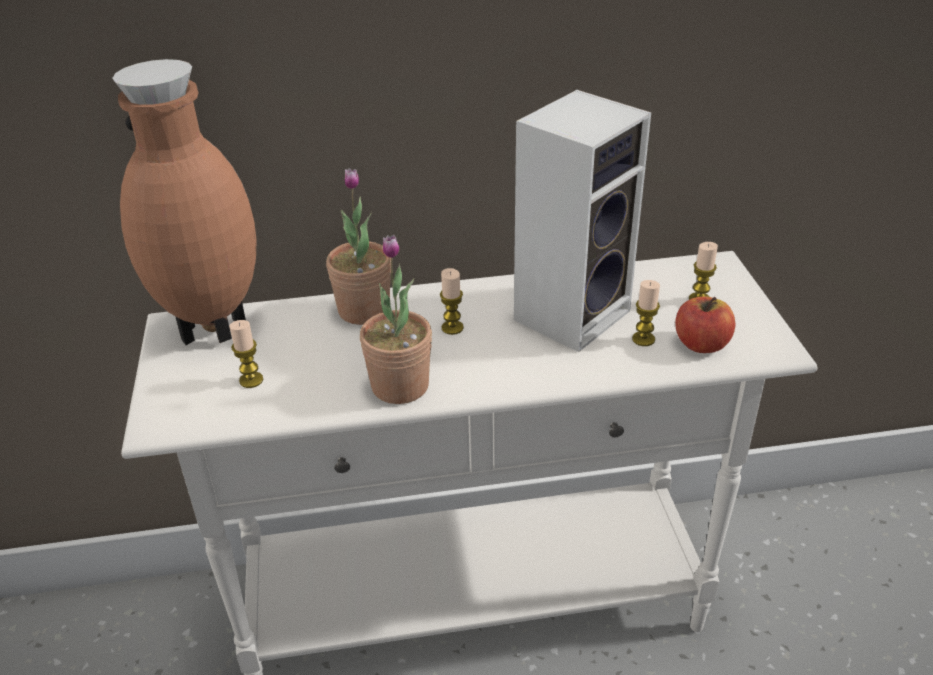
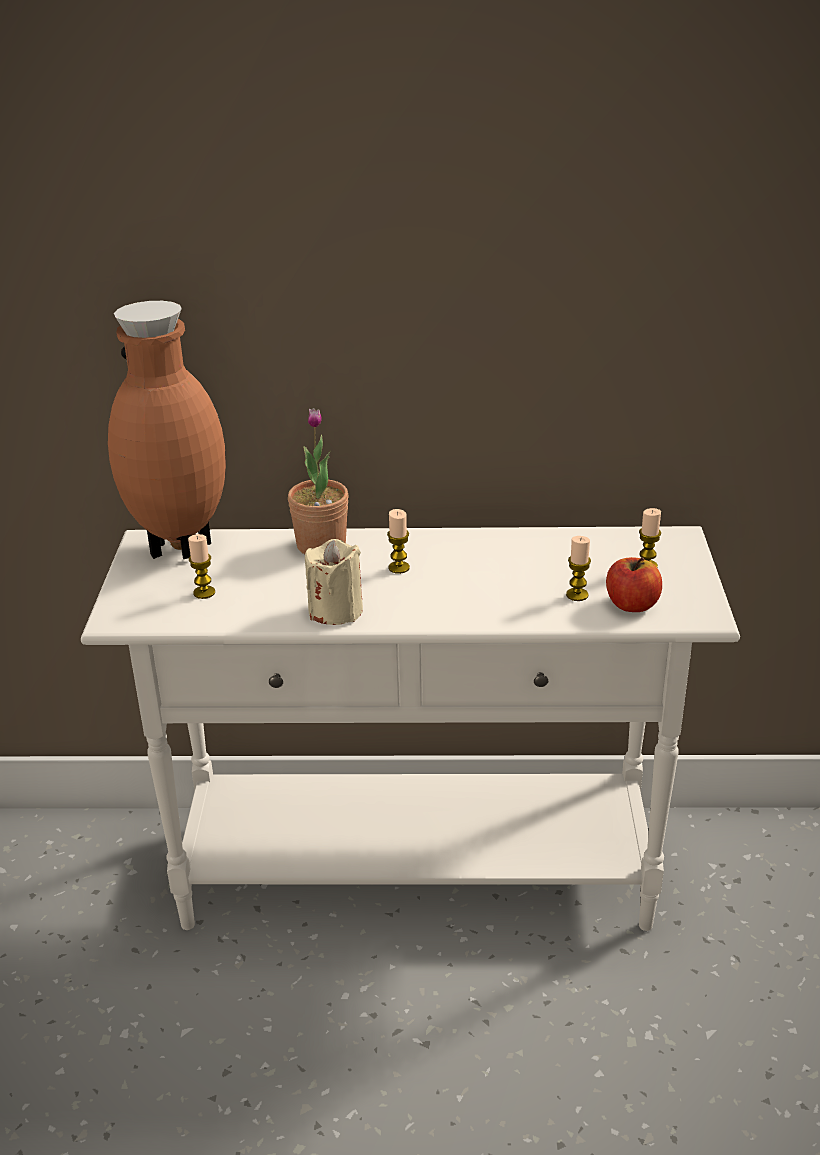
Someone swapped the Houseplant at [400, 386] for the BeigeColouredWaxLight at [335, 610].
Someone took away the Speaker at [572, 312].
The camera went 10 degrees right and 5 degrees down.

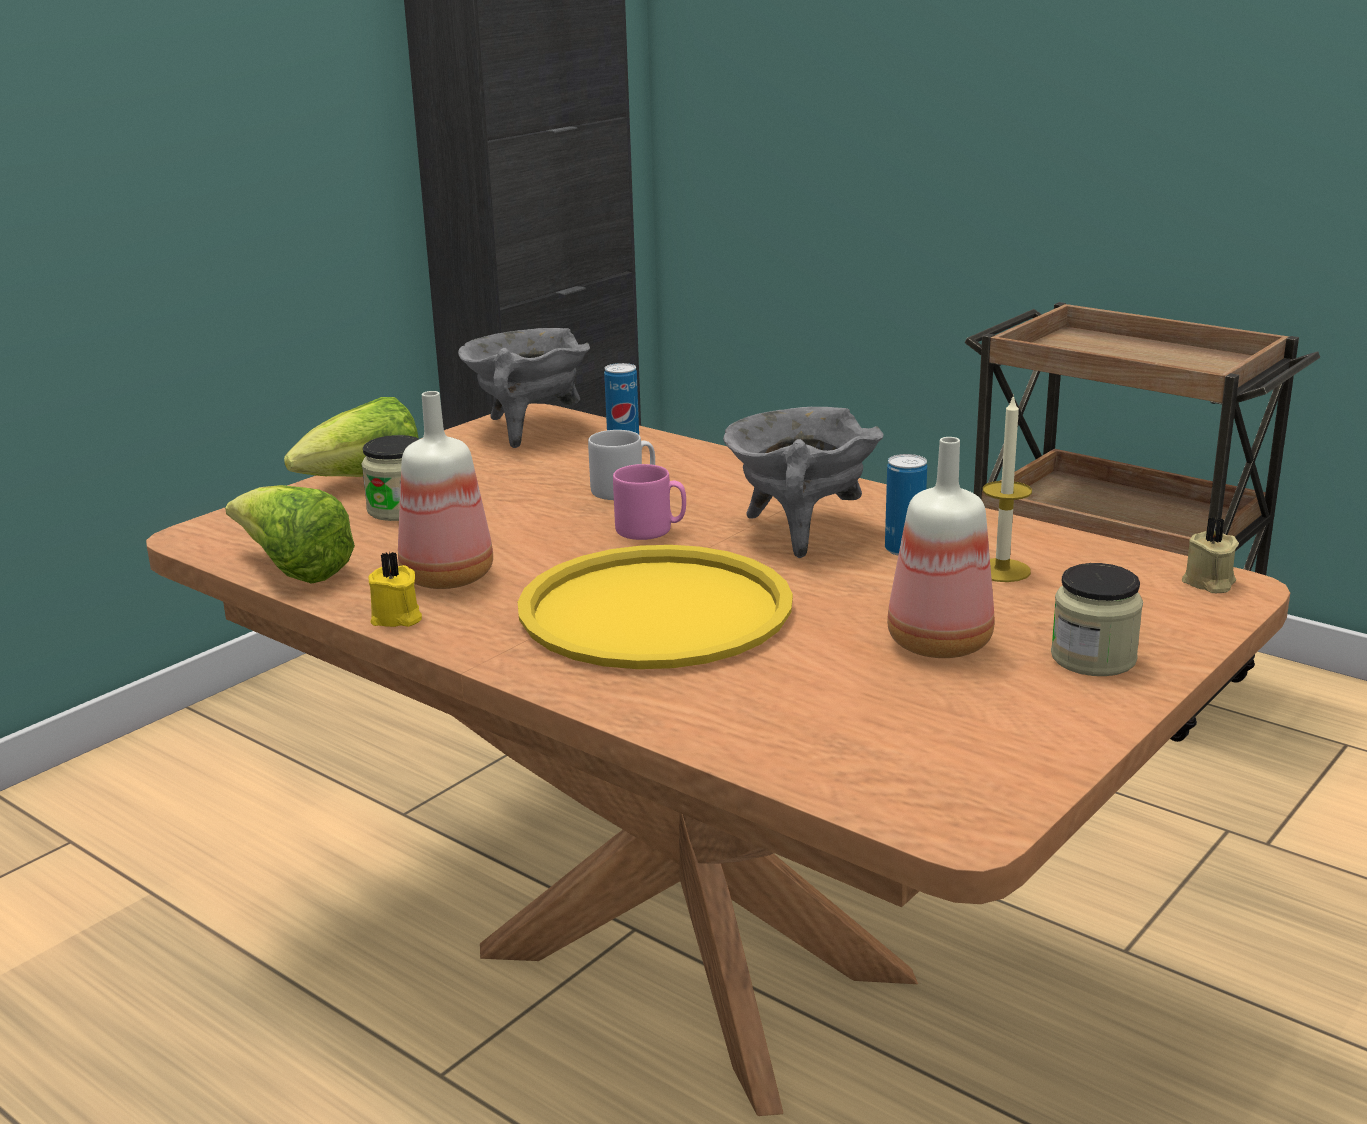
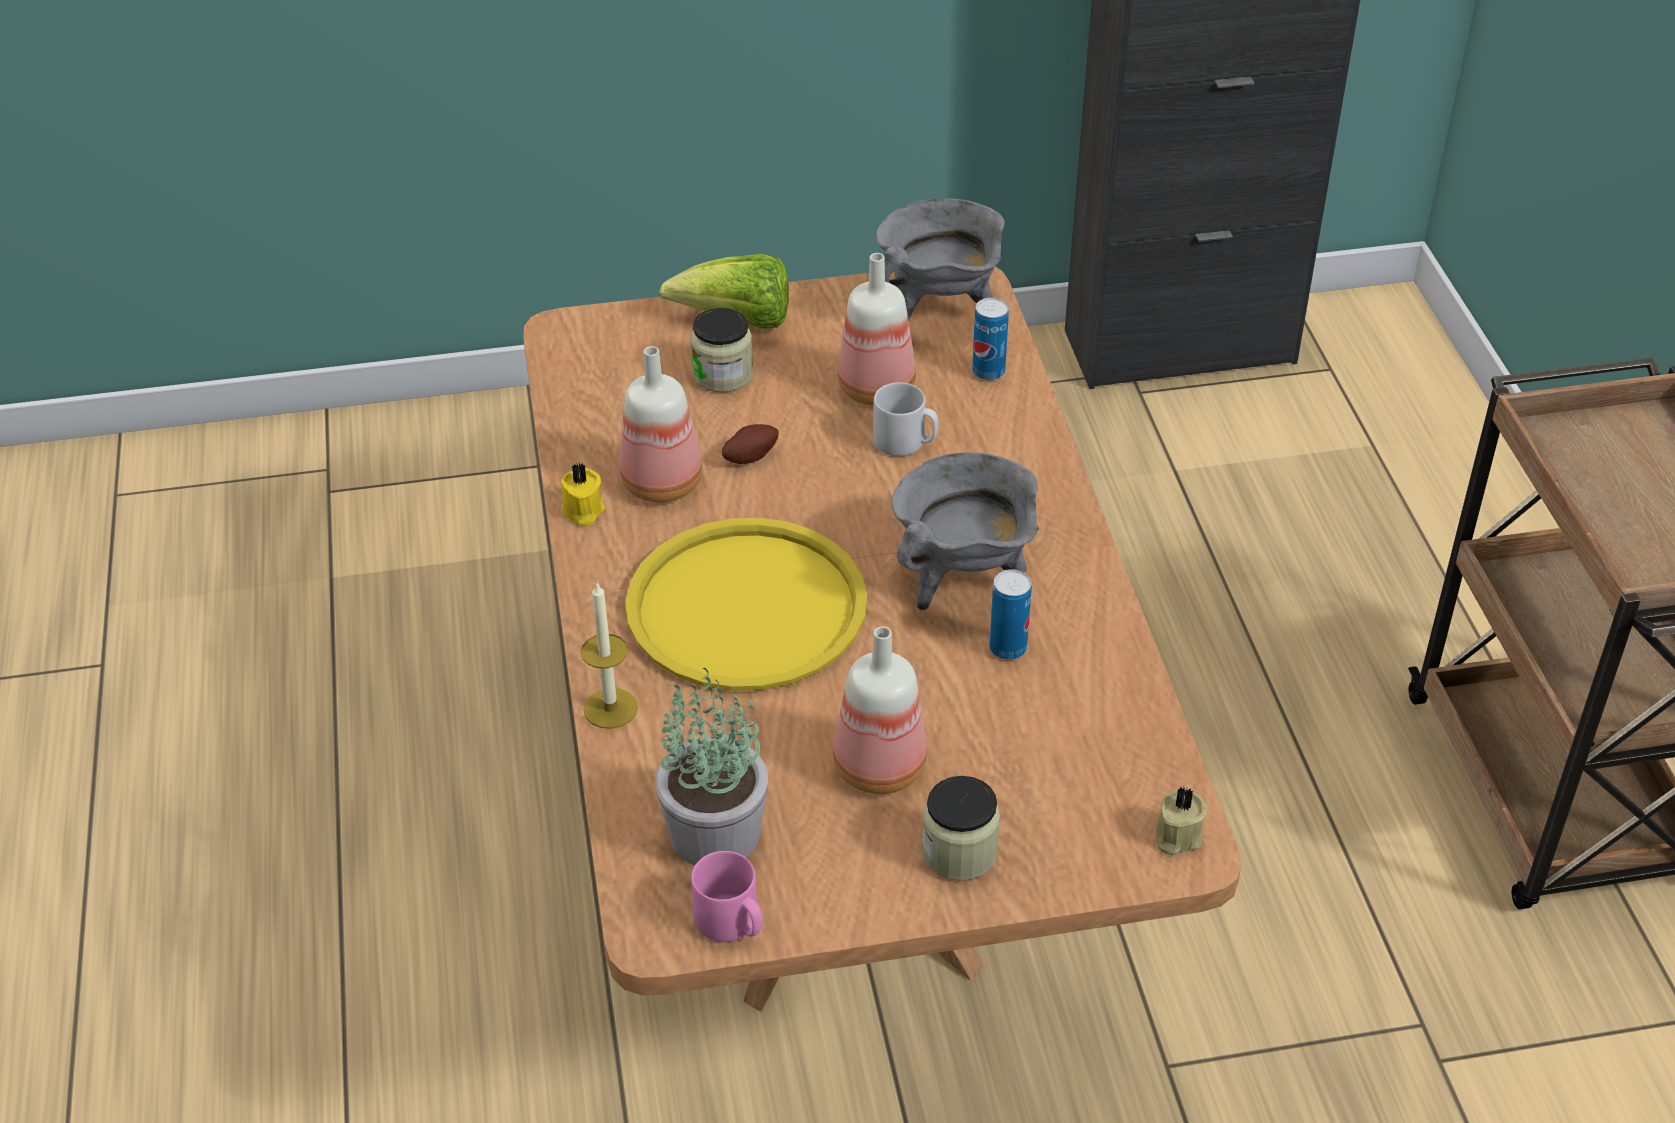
Someone carried the WaxLight from [1002, 570] to [610, 708].
Someone put down the Houseplant at [713, 832].
Someone carried the PinkColouredTeaMug from [651, 530] to [731, 923].
Someone put down the WholePotato at [750, 456].
Someone put down the DrinkBottle at [879, 388].
Someone took away the Lettuce at [293, 570].
The camera went 40 degrees right and 20 degrees up.

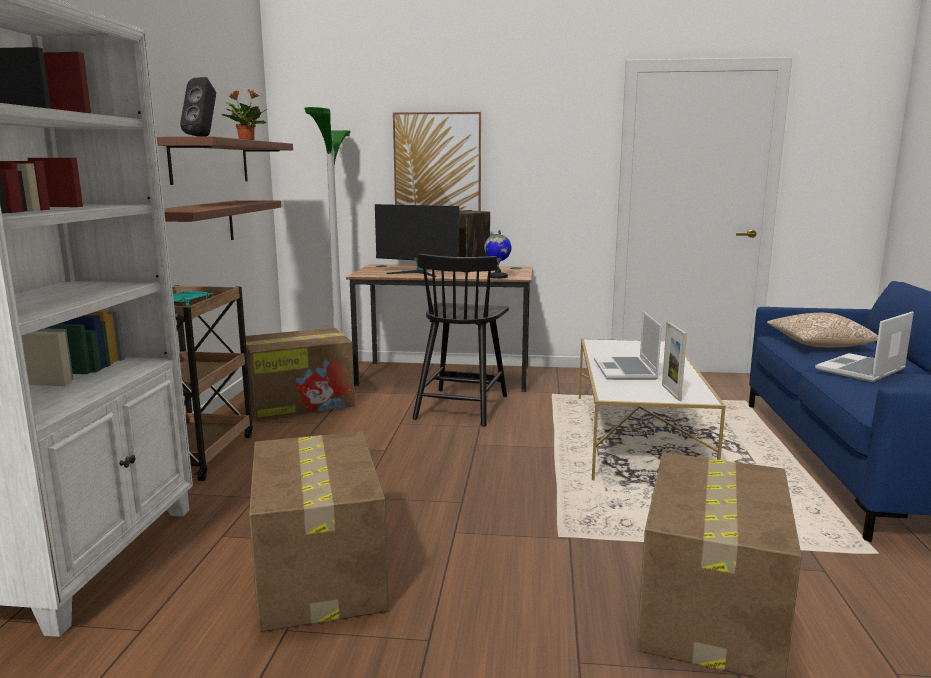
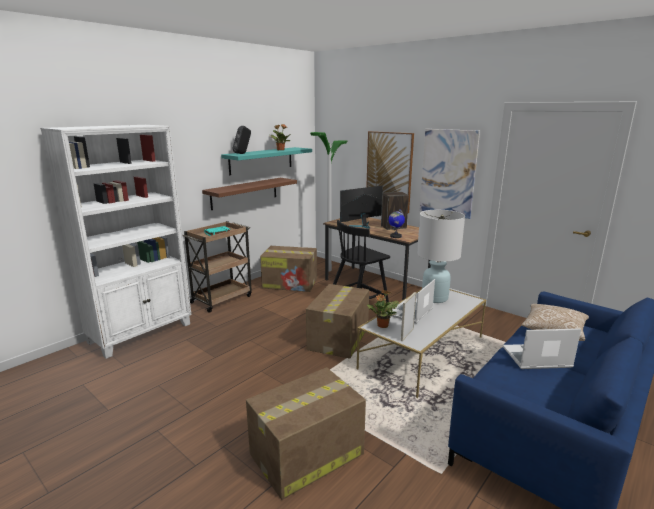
Someone repainted the BrownColouredBracketShelf at [210, 161], which became the TurquoiseBracketShelf at [261, 160].
Someone carried the CardboardBox from [320, 573] to [338, 339].
Someone rotated the Monitor at [418, 273] by 90 degrees clockwise.
Someone put down the Houseplant at [382, 325].
Someone put down the WhiteLampForATable at [434, 298].
Someone put up the WallPicture at [448, 173].
The camera went 35 degrees right and 5 degrees up.

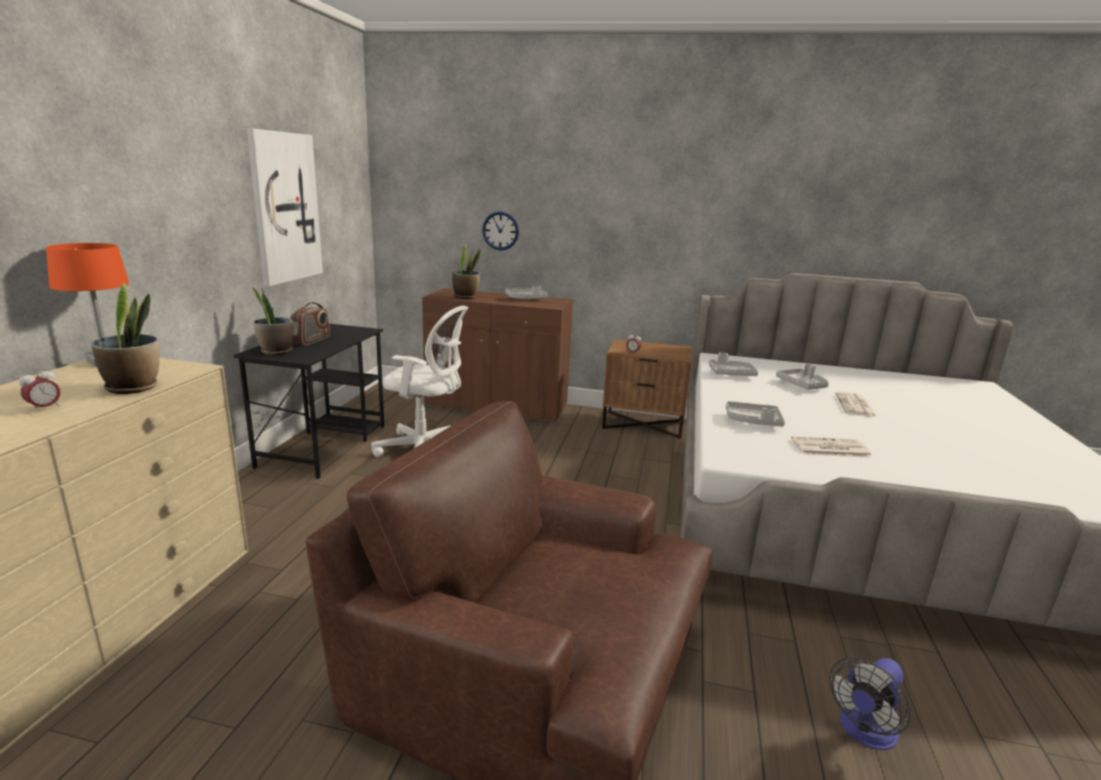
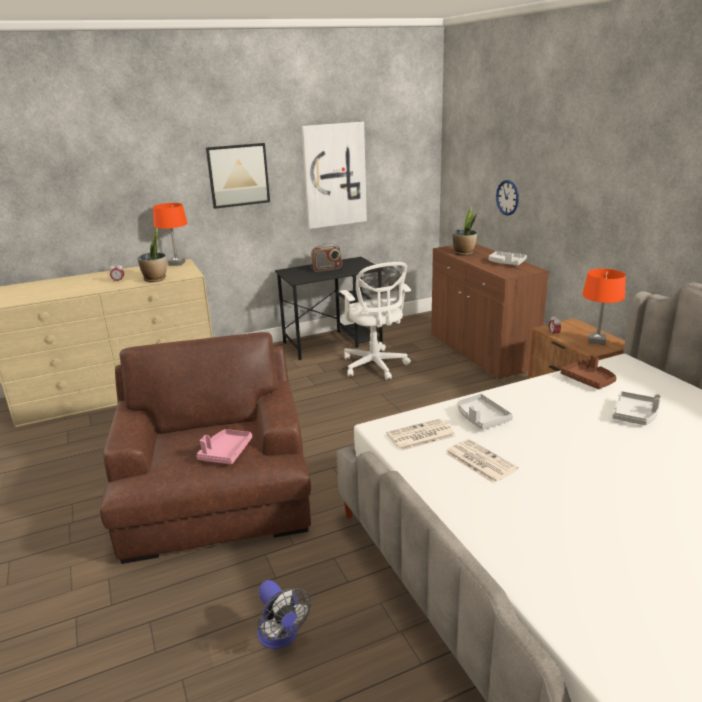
Someone put down the PinkColouredServingTray at [225, 452].
Someone put up the WallPicture at [238, 175].
Someone rotated the Fan at [864, 732] by 135 degrees counterclockwise.
Someone carried the Newspaper from [855, 406] to [420, 436].
Someone repainted the GrayServingTray at [731, 374], which became the BrownColouredServingTray at [588, 380].
Someone put down the OrangeLampForATable at [597, 341].
Someone took away the Houseplant at [276, 351].
The camera went 55 degrees right and 5 degrees up.

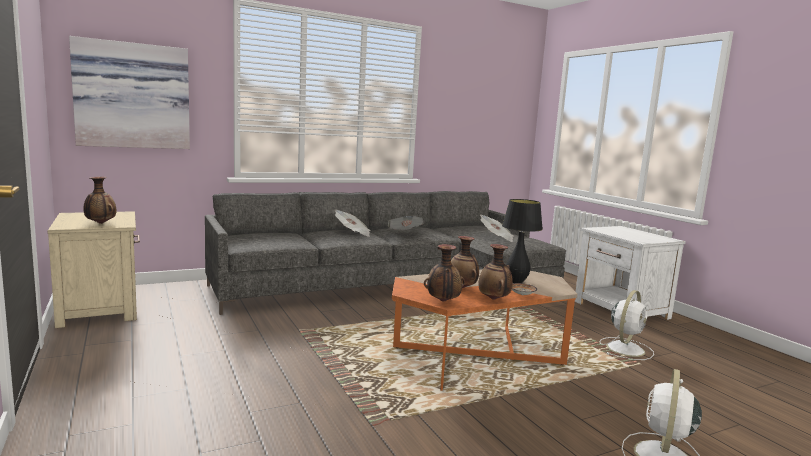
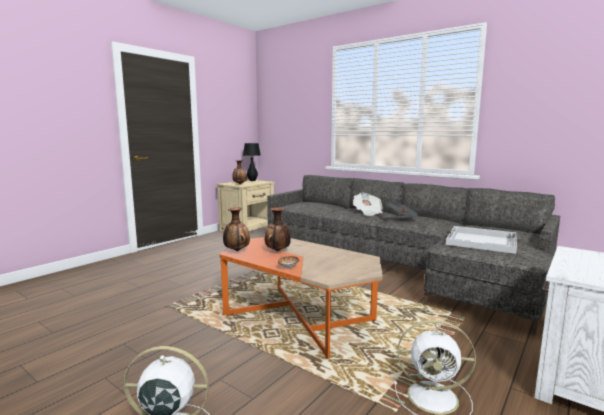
Someone carried the BlackishLampForATable from [516, 282] to [252, 180].
Someone swapped the Newspaper at [496, 238] for the WhiteServingTray at [482, 241].
Someone took away the WallPicture at [133, 96].
Someone took away the DecorativeVase at [494, 299].
The camera went 65 degrees right and 0 degrees up.

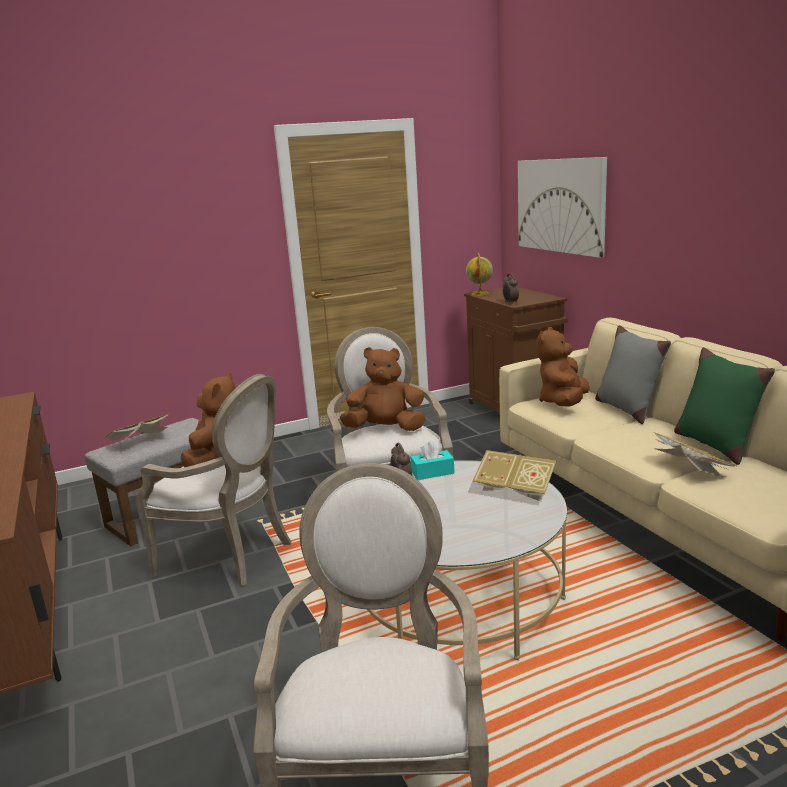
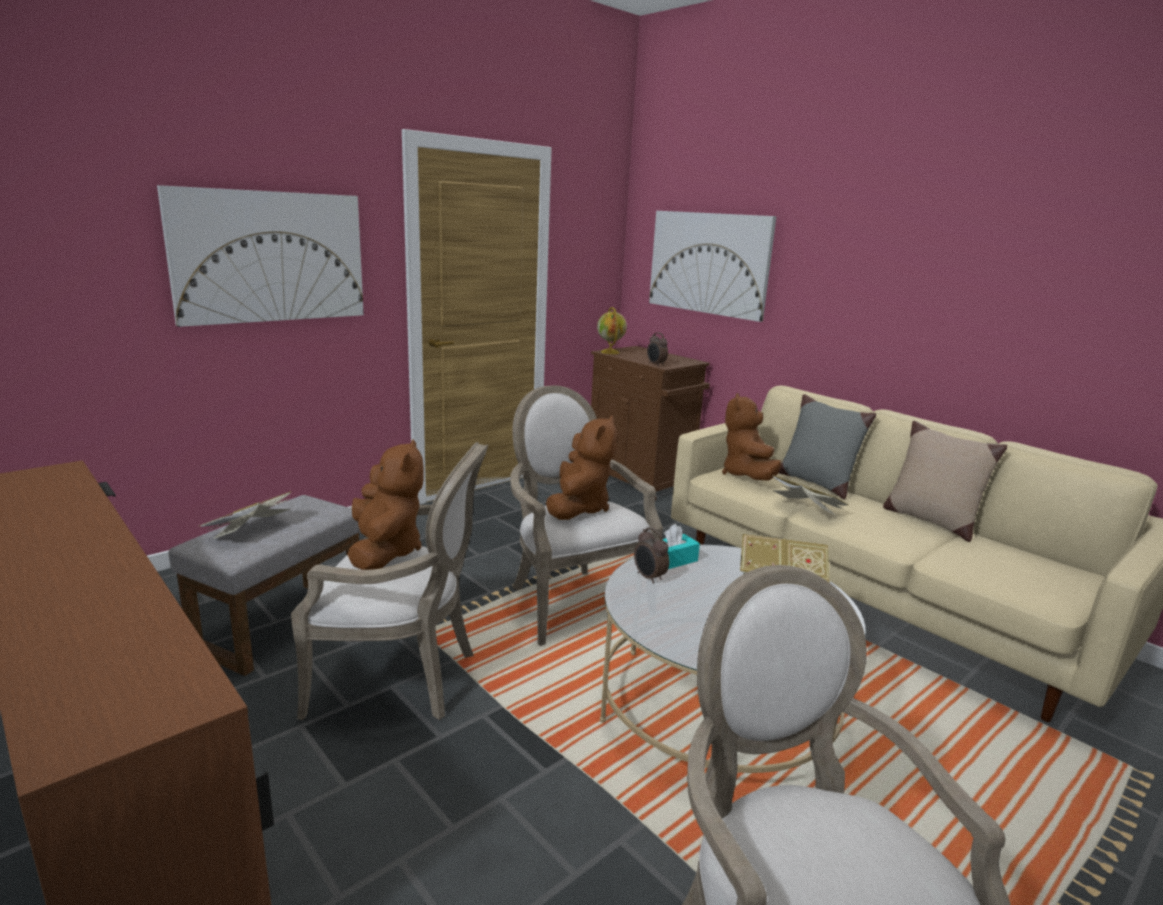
Someone put up the WallPicture at [270, 257].
Someone rotated the BrownColouredCuddlyToy at [386, 429] by 120 degrees clockwise.
Someone carried the Book from [690, 469] to [805, 509].
Someone repainted the GreenCushion at [715, 445], which became the BeigeColouredCushion at [930, 521].
The camera went 20 degrees left and 0 degrees up.

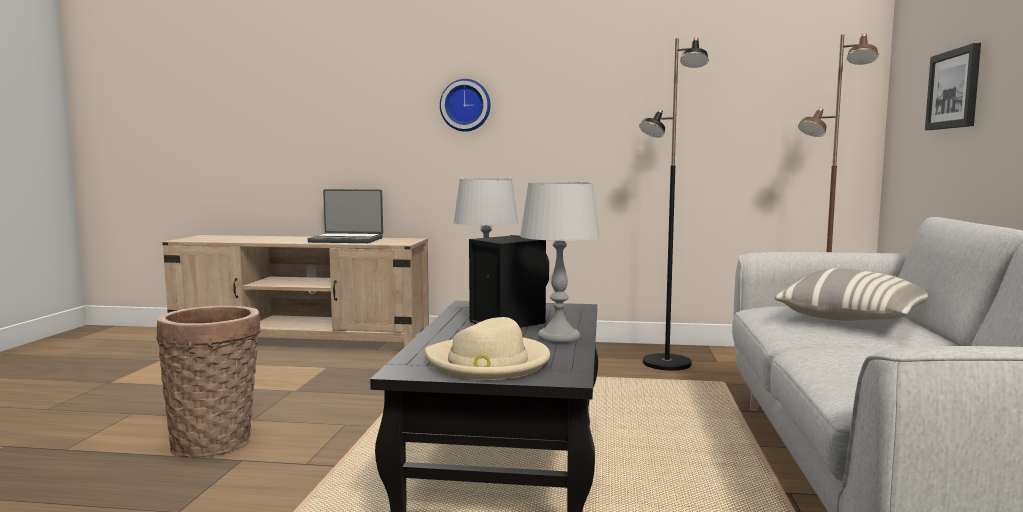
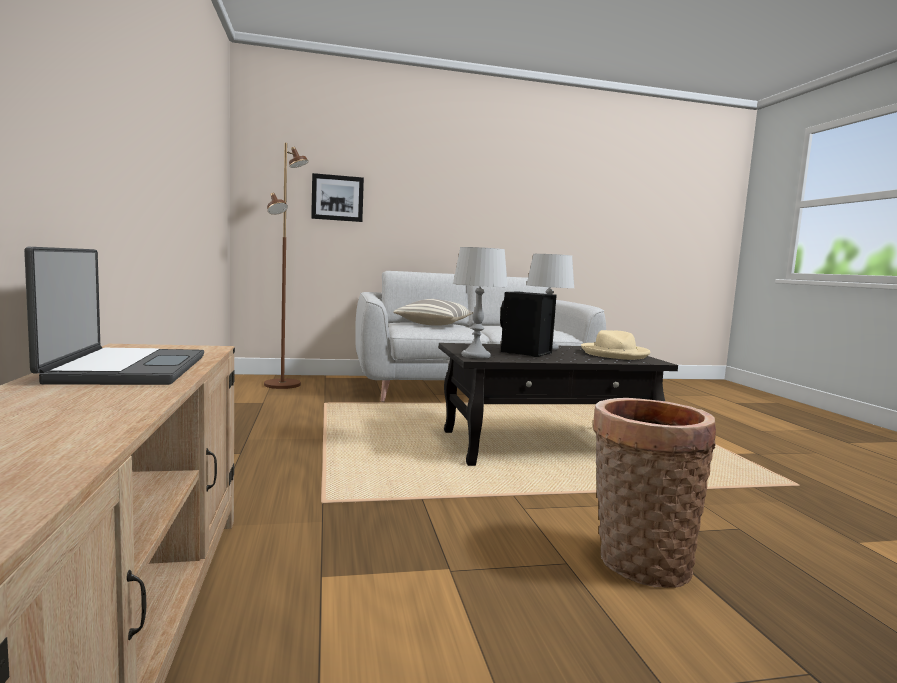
Someone took away the ClockOnTheWall at [465, 105].
Someone took away the BlackishStandardLamp at [666, 363].
The camera went 110 degrees left and 0 degrees up.

